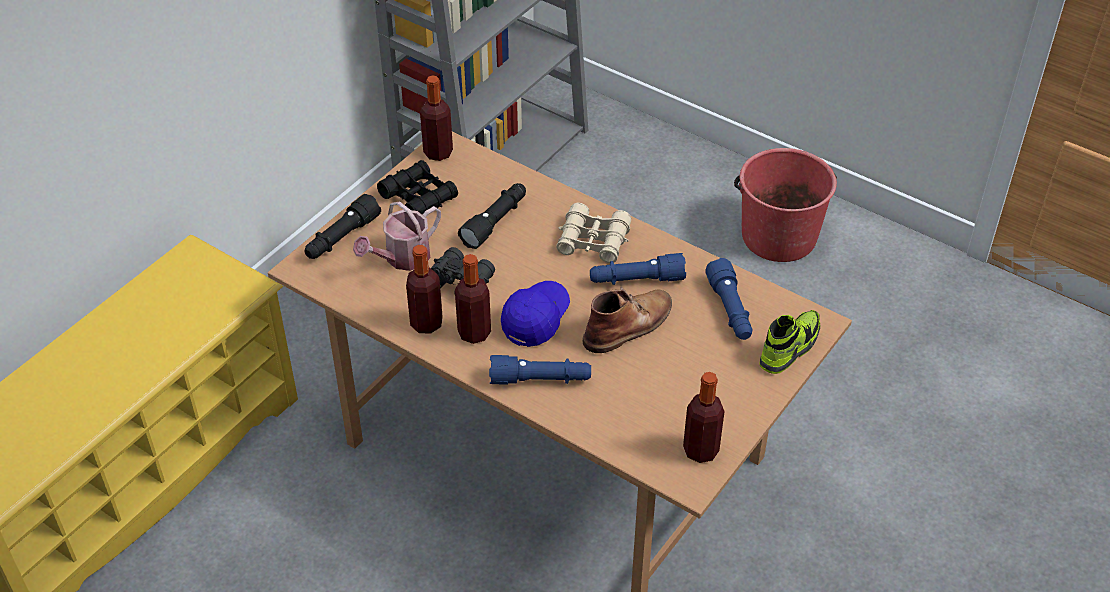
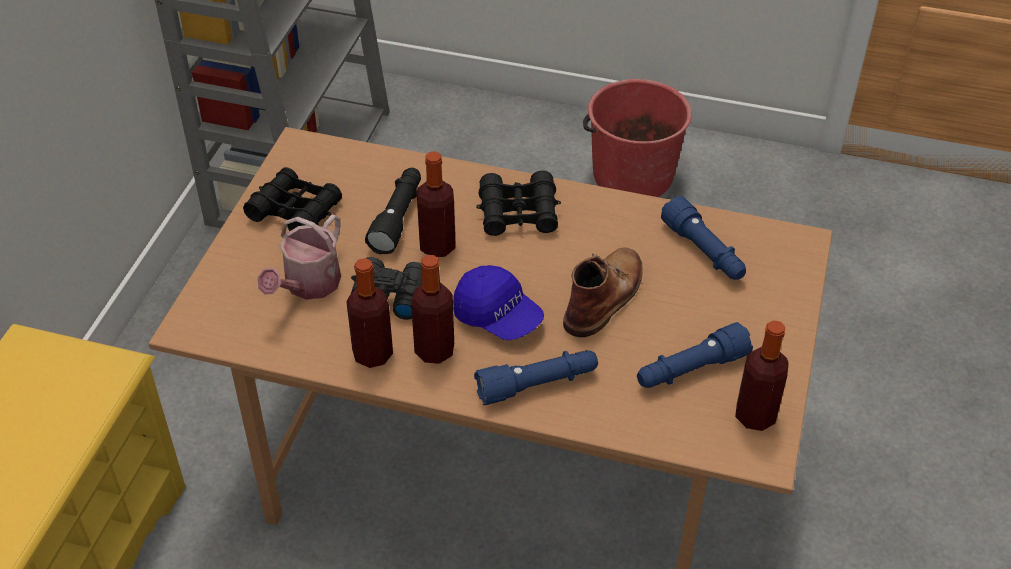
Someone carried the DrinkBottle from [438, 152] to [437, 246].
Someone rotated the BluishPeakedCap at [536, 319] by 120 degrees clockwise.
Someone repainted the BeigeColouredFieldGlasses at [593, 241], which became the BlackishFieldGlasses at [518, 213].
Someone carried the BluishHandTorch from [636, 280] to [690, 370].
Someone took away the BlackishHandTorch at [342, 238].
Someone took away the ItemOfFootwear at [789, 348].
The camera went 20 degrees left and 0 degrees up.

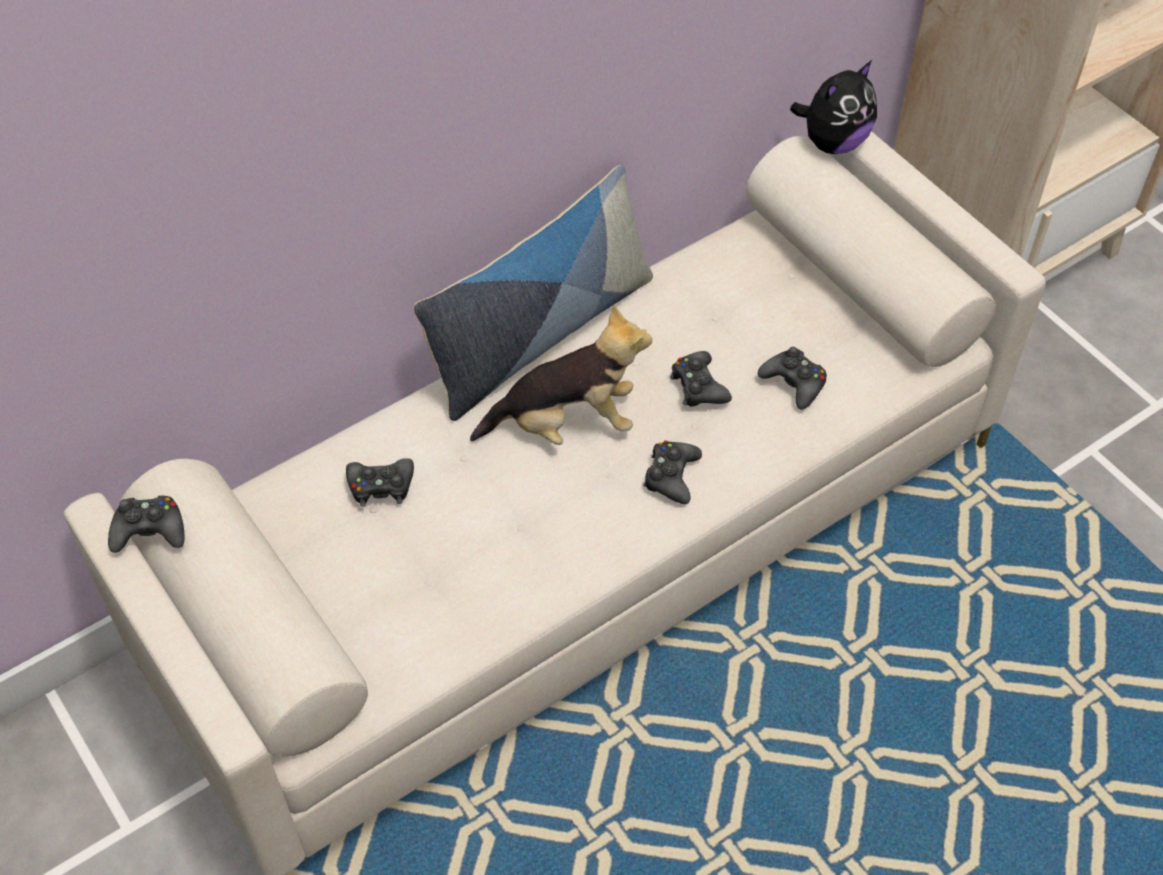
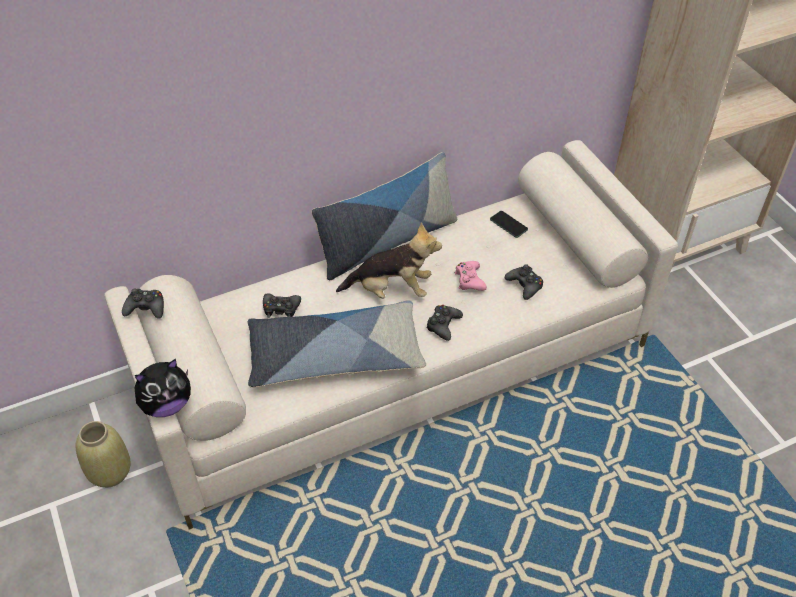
Someone put down the BeigeColouredDecorativeVase at [109, 472].
Someone carried the CuddlyToy from [833, 142] to [167, 405].
Someone put down the Cushion at [334, 355].
Someone repainted the BlackishGamepad at [698, 386], which became the PinkColouredGamepad at [469, 280].
Someone put down the Handset at [508, 224].
The camera went 10 degrees right and 5 degrees down.

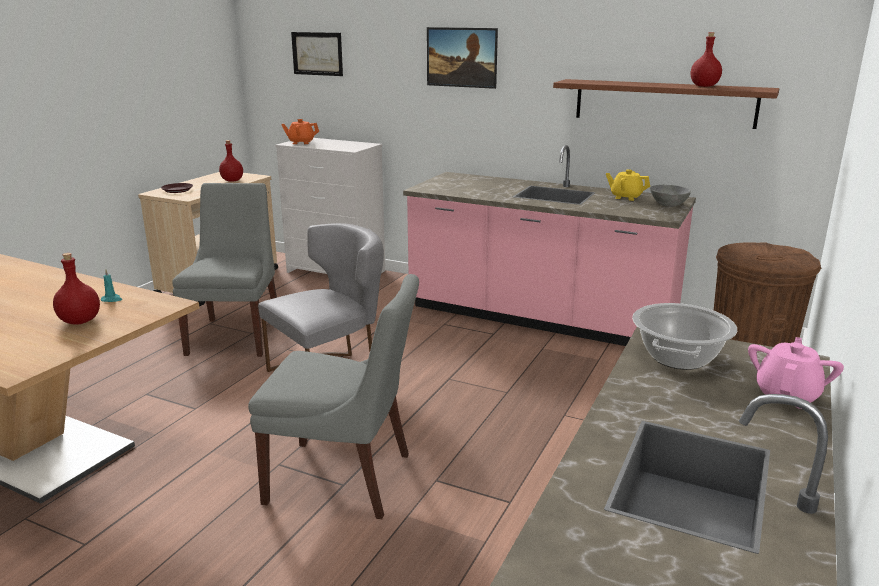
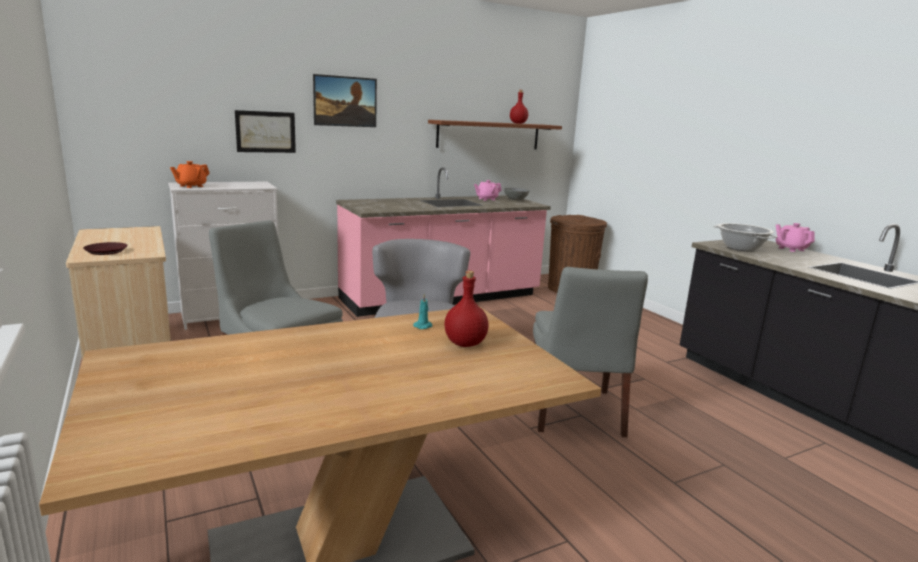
Someone carried the WallPicture from [317, 53] to [265, 132].
Someone repainted the YellowTeaPot at [626, 197], which became the PinkColouredTeaPot at [486, 199].
Someone rotated the GrayUprightChair at [344, 479] by 135 degrees clockwise.
Someone took away the RedDrinkBottle at [231, 180].
The camera went 55 degrees left and 5 degrees down.

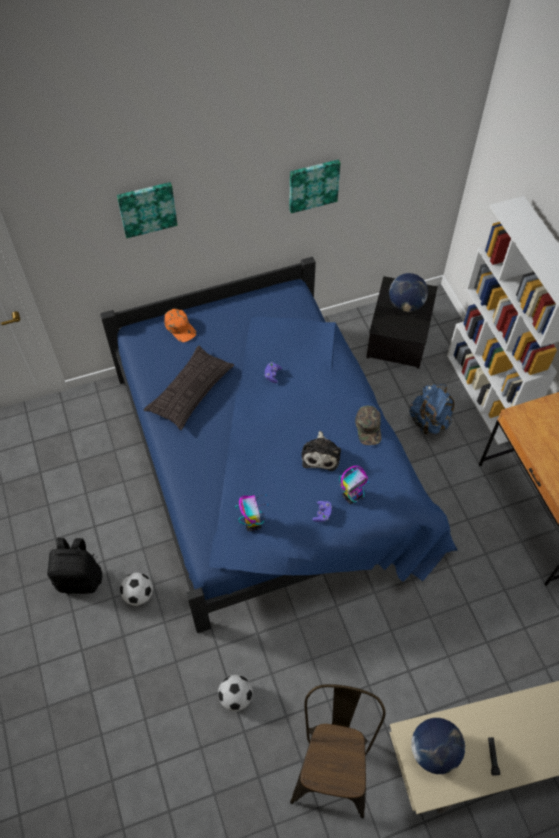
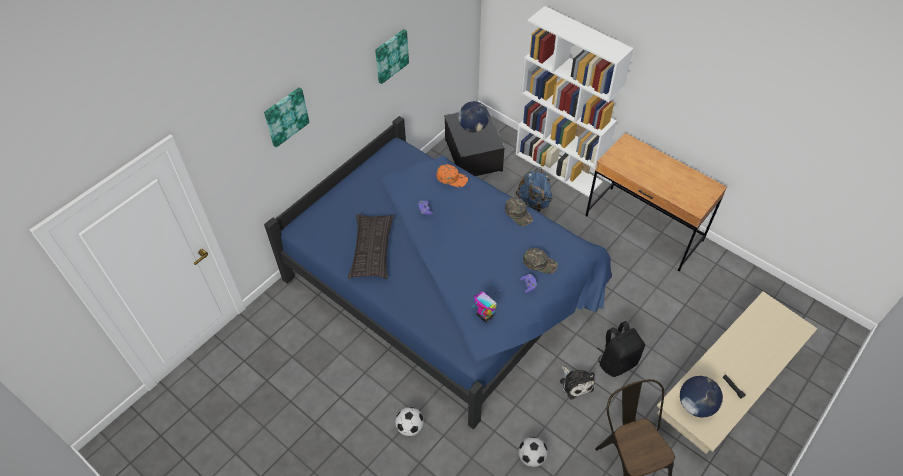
Someone carried the OrangePeakedCap from [180, 328] to [452, 178].
Someone swapped the ToyRobot at [352, 495] for the GreenPeakedCap at [540, 263].
Someone carried the CuddlyToy from [321, 454] to [575, 383].
Someone carried the BlackishKnapsack from [80, 578] to [617, 361].
The camera went 30 degrees left and 5 degrees down.

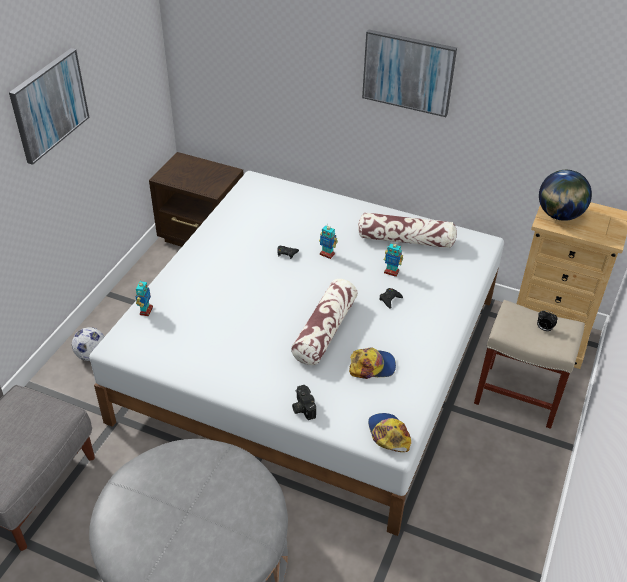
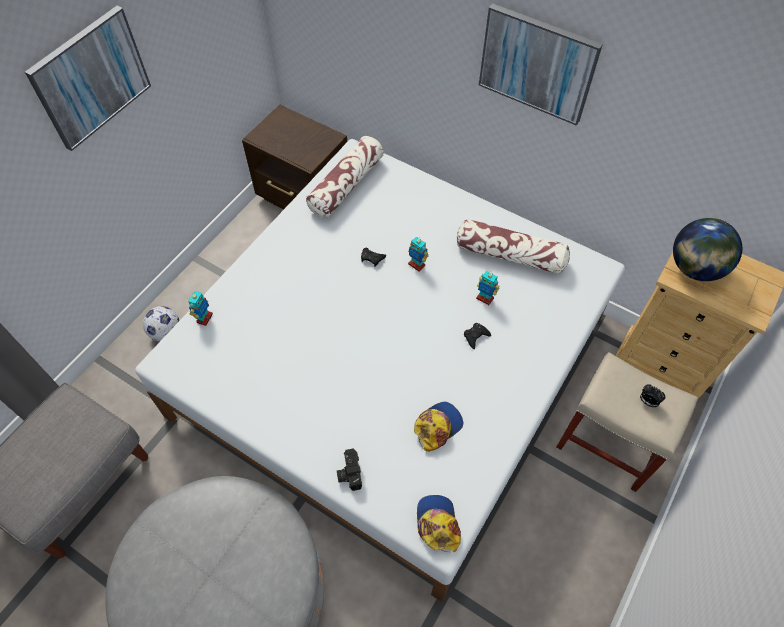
Someone carried the Cushion from [325, 330] to [346, 185].
Someone rotated the PeakedCap at [372, 366] by 45 degrees counterclockwise.
The camera went 10 degrees right and 15 degrees up.

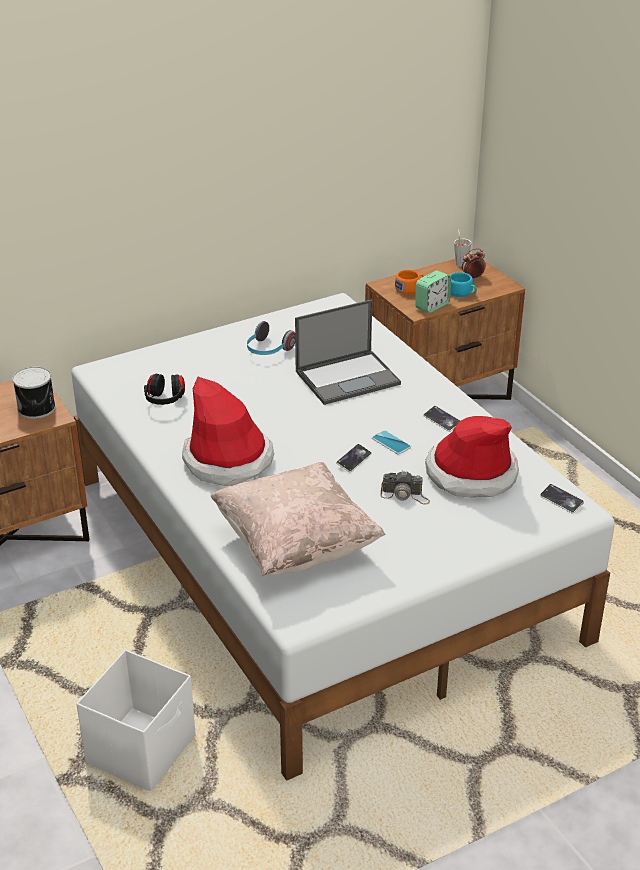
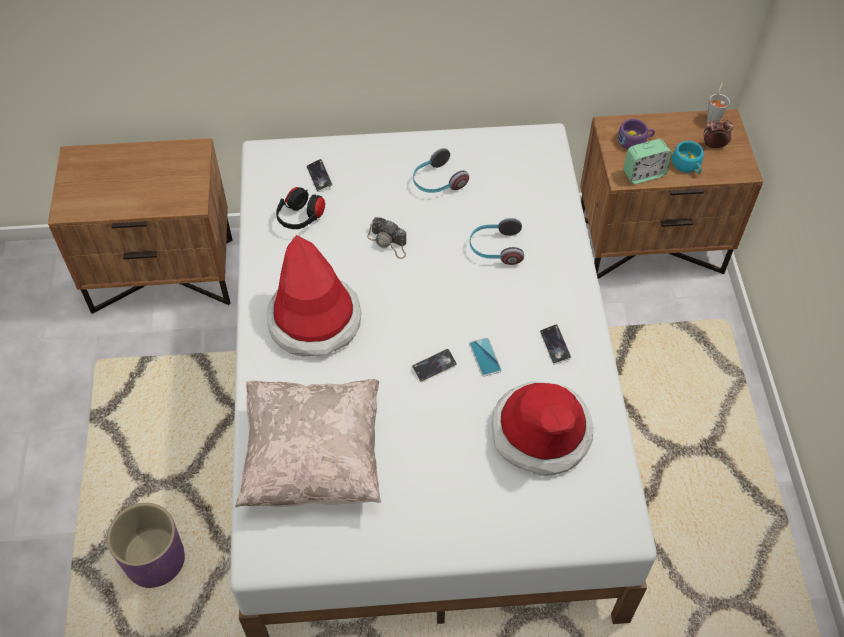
Someone swapped the WhiteStorageBox at [142, 749] for the PurplishFlowerPot at [155, 560].
Someone carried the Handset from [561, 501] to [319, 177].
Someone carried the PhotoCamera from [405, 495] to [388, 242].
Someone swapped the Laptop at [348, 377] for the Headset at [495, 249].
Someone repainted the OrangeCup at [410, 288], which became the PurplishCup at [635, 141].
Someone took away the MetalCan at [37, 408].
The camera went 25 degrees right and 20 degrees up.

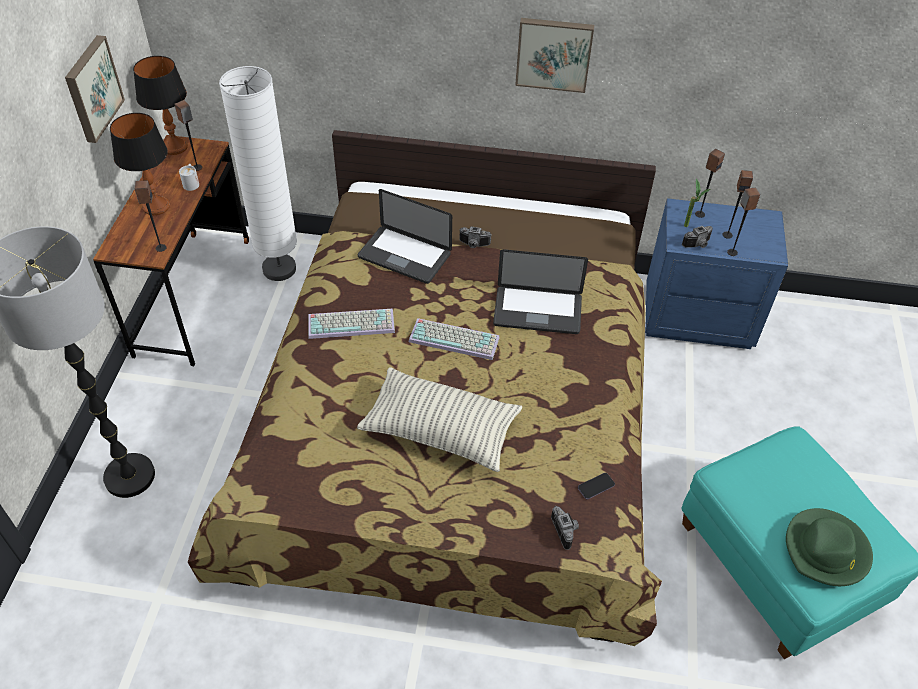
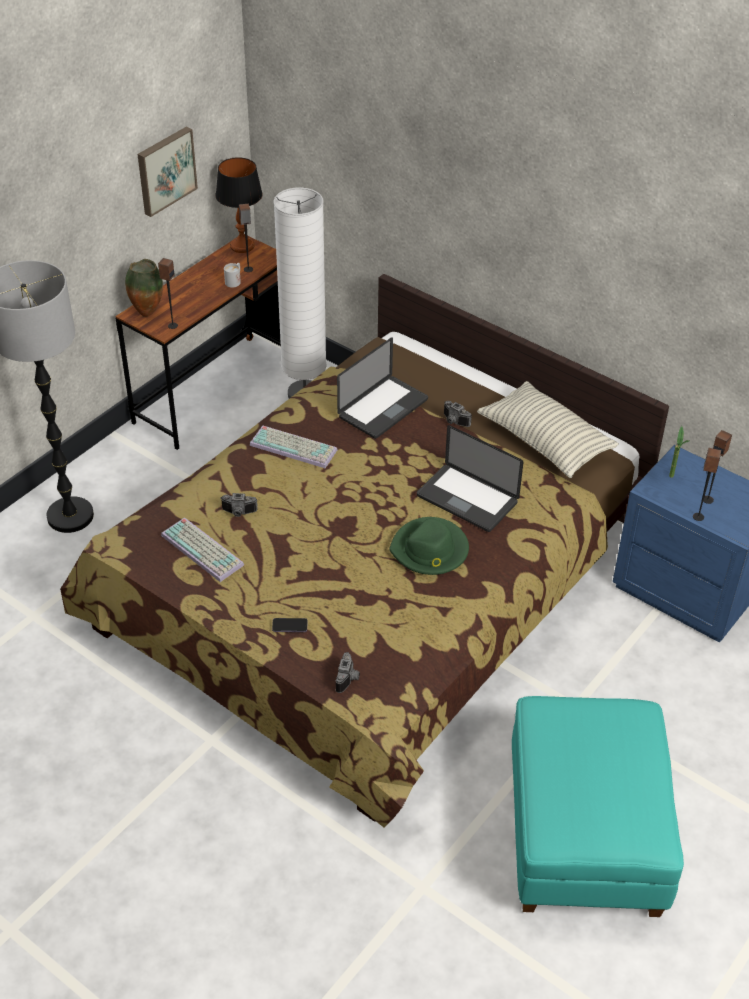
Someone put down the DecorativeVase at [147, 313].
Someone carried the PcKeyboard from [455, 338] to [204, 550].
Someone carried the PhotoCamera from [698, 245] to [239, 513].
Someone carried the Handset from [596, 486] to [289, 626].
Someone rotated the Laptop at [404, 256] by 105 degrees counterclockwise.
Someone carried the GreenWearableHat from [826, 550] to [430, 550].
Someone carried the Cushion from [440, 430] to [545, 442].
Someone took away the LampForATable at [156, 206].
Someone took away the WallPicture at [554, 53].
Someone took away the Speaker at [699, 214].
The camera went 30 degrees right and 5 degrees down.

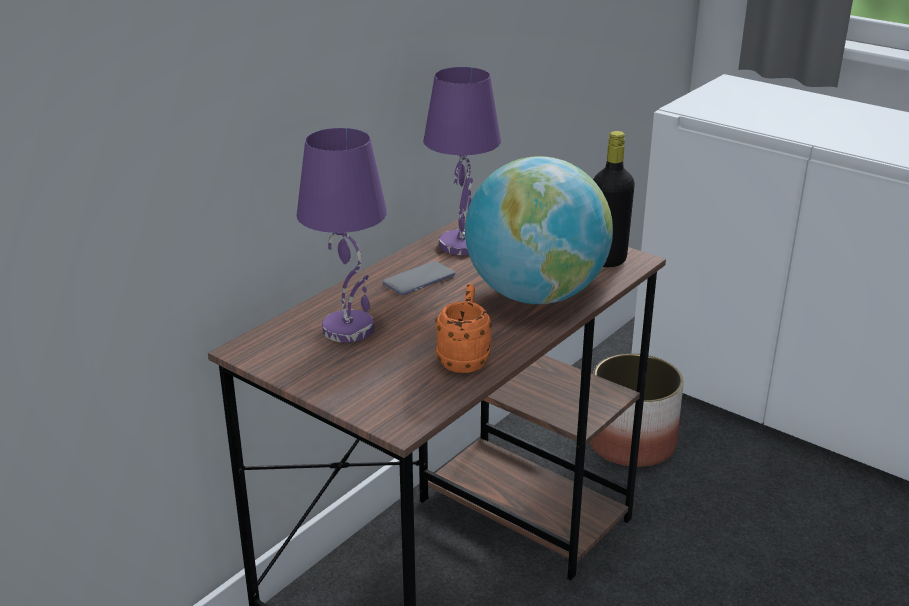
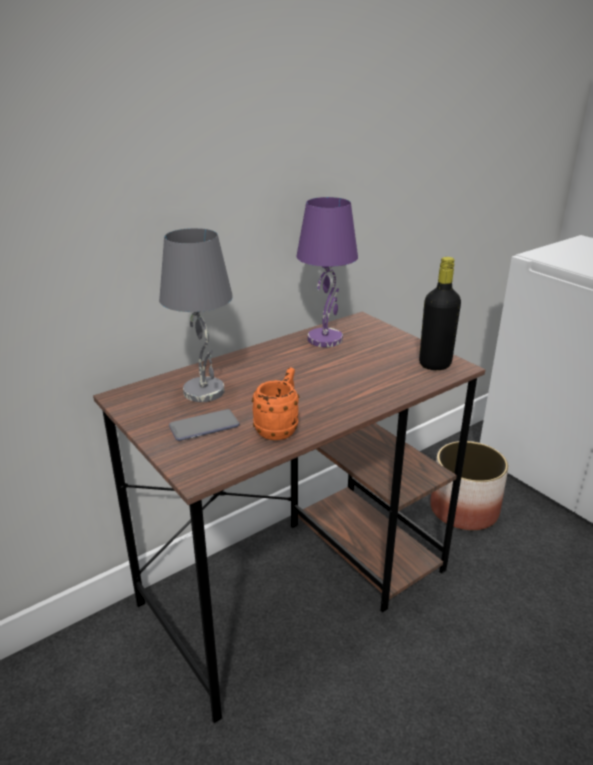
Someone repainted the PurplishLampForATable at [350, 329], which became the GrayLampForATable at [205, 392].
Someone carried the Handset from [419, 280] to [204, 426].
Someone took away the DeskGlobe at [535, 295].
The camera went 15 degrees right and 0 degrees up.

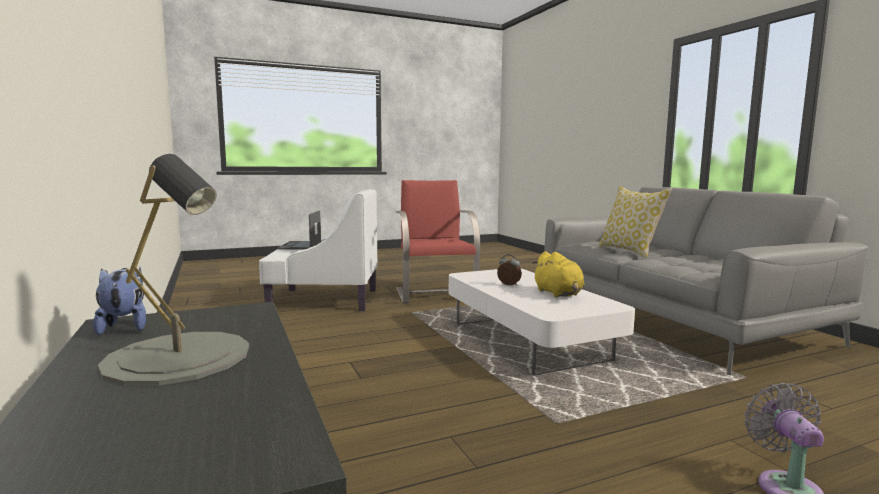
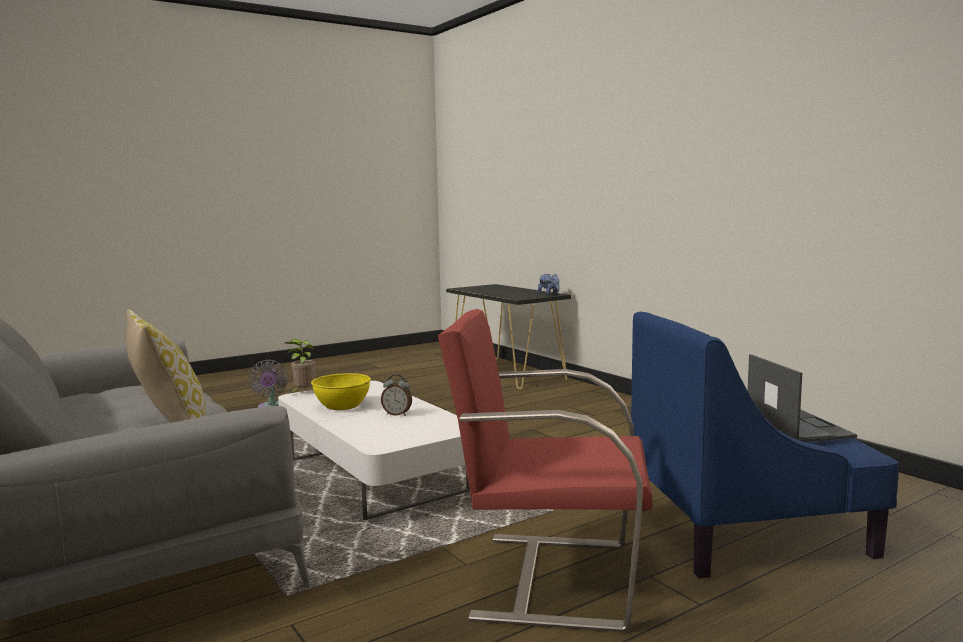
Someone put down the Houseplant at [303, 393].
Someone swapped the YellowCuddlyToy at [558, 294] for the YellowDeepDish at [342, 406].
Someone rotated the RedArmchair at [435, 294] by 120 degrees clockwise.
Someone repainted the WhiteArmchair at [323, 299], which became the BluishArmchair at [750, 530].
Someone took away the GrayLampForATable at [179, 357].
The camera went 170 degrees right and 0 degrees up.

